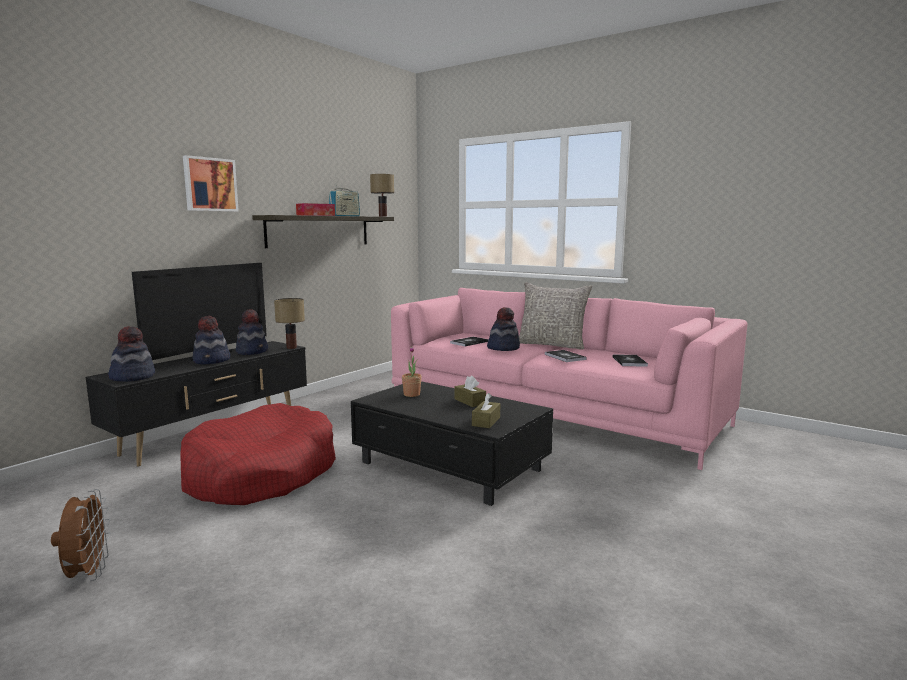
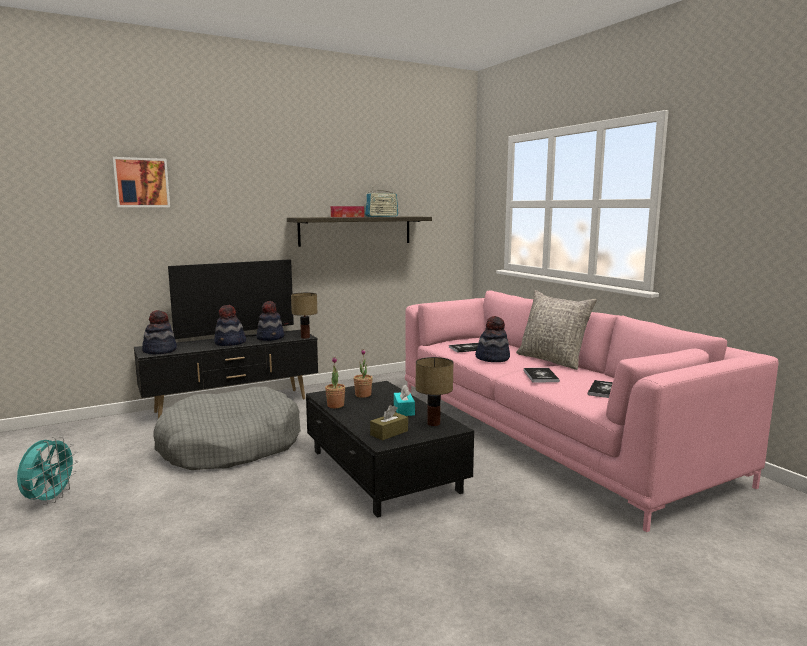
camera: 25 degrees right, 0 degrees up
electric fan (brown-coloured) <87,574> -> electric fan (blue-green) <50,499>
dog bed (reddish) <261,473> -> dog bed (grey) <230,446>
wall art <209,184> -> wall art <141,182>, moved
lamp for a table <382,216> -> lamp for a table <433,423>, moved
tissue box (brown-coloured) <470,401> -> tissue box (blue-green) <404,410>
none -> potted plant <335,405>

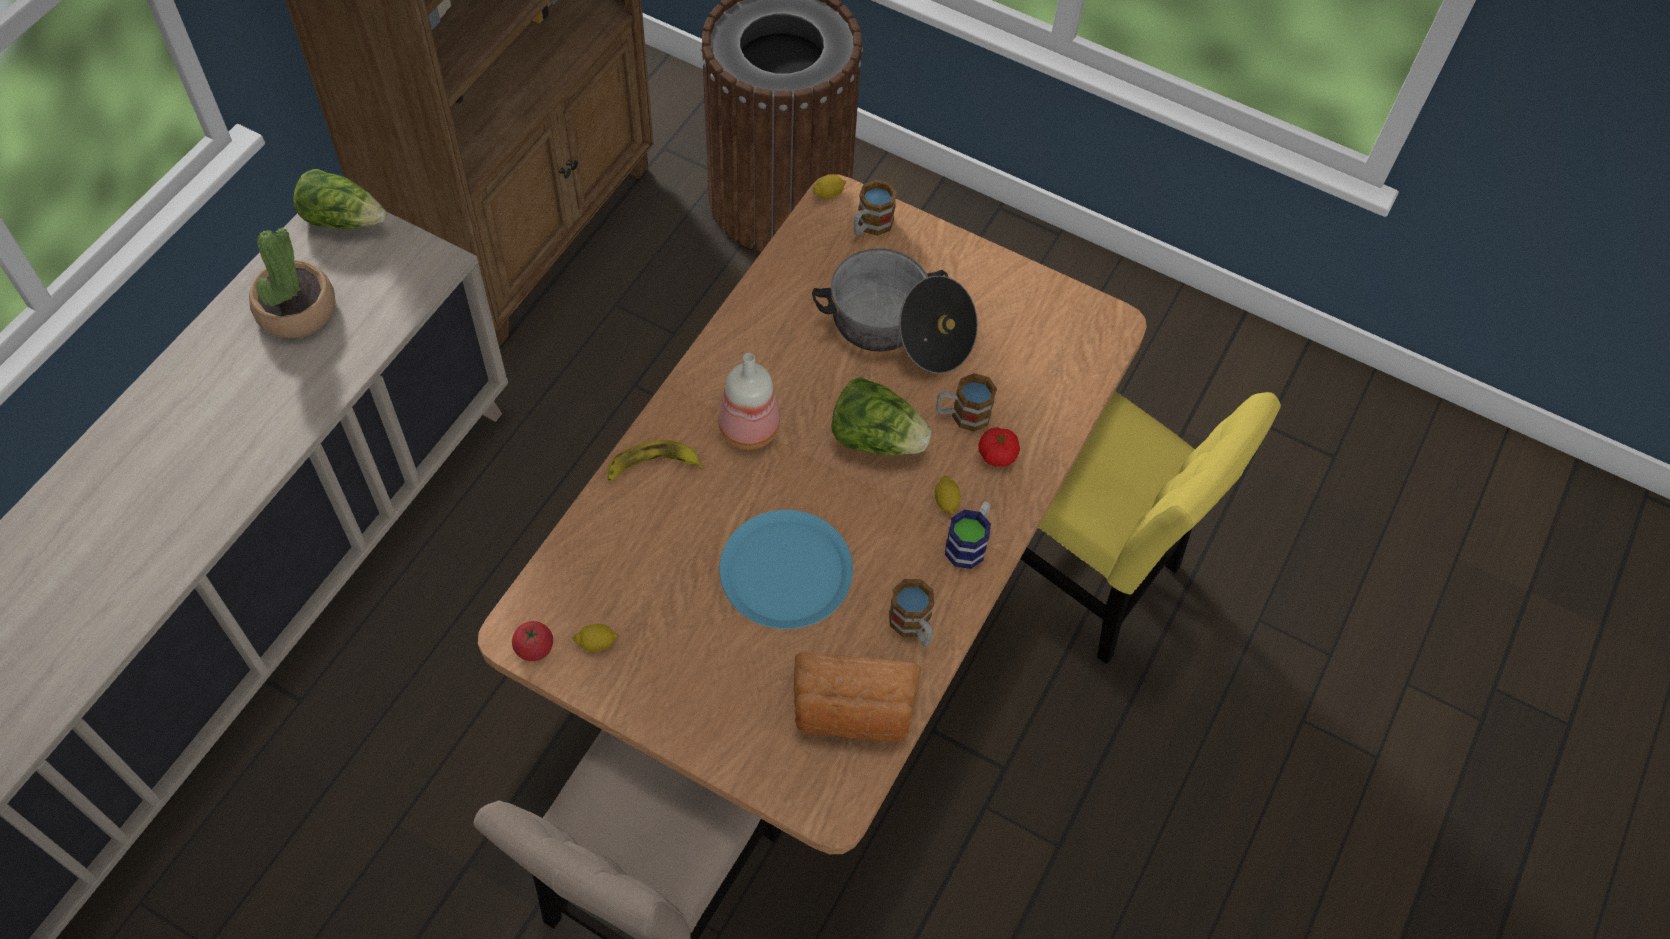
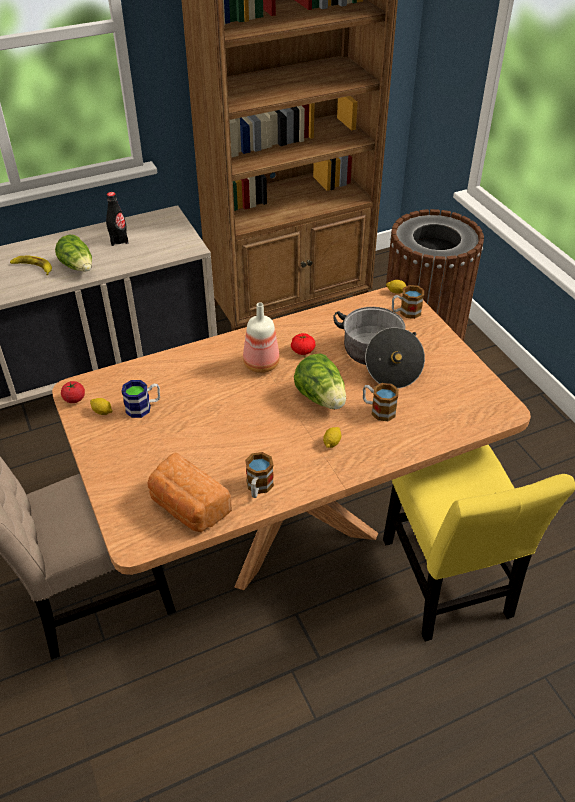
camera: 40 degrees right, 15 degrees down
potted plant <296,310> -> beverage bottle (black) <119,240>
head of lettuce <343,218> -> head of lettuce <78,266>, moved
banana fruit <652,466> -> banana fruit <33,267>, moved
flat dish (blue) <786,570> -> none
tea mug <969,543> -> tea mug <143,407>, moved
fresh tomato <997,455> -> fresh tomato <302,350>, moved

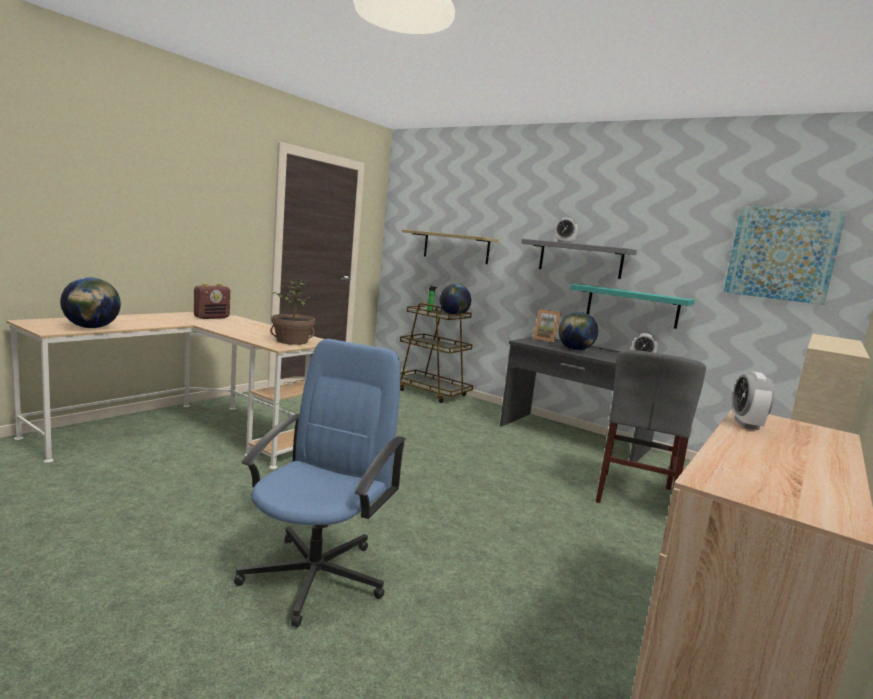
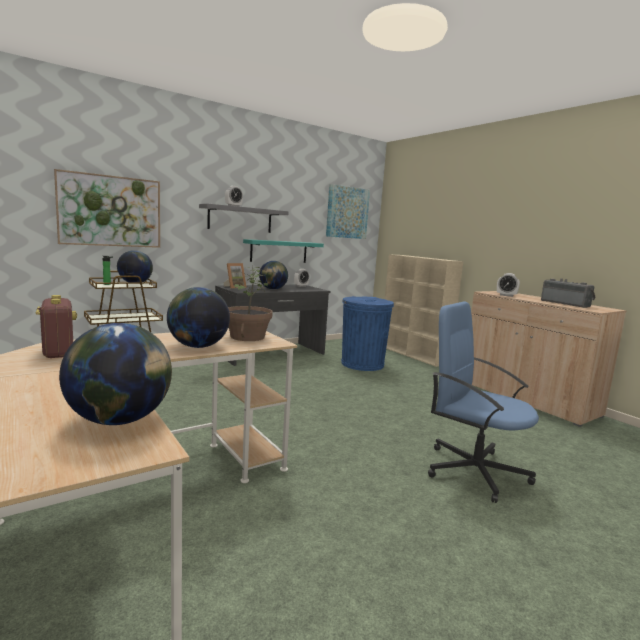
camera: 70 degrees left, 0 degrees up
shelf <456,247> -> wall art <110,211>
plain chair (grey) <634,495> -> waste bin (blue) <362,364>
none -> globe <198,346>
none -> radio set <566,304>

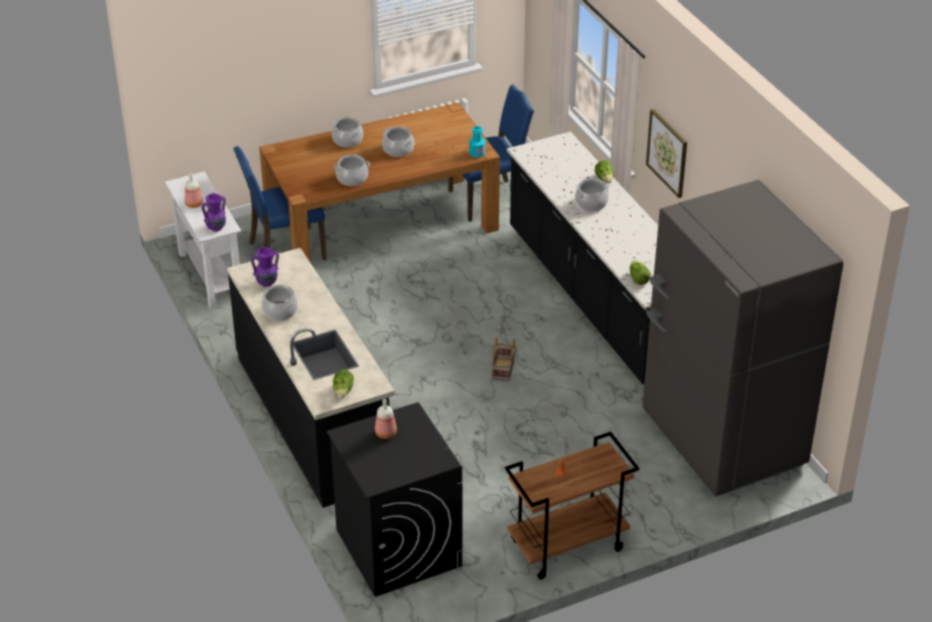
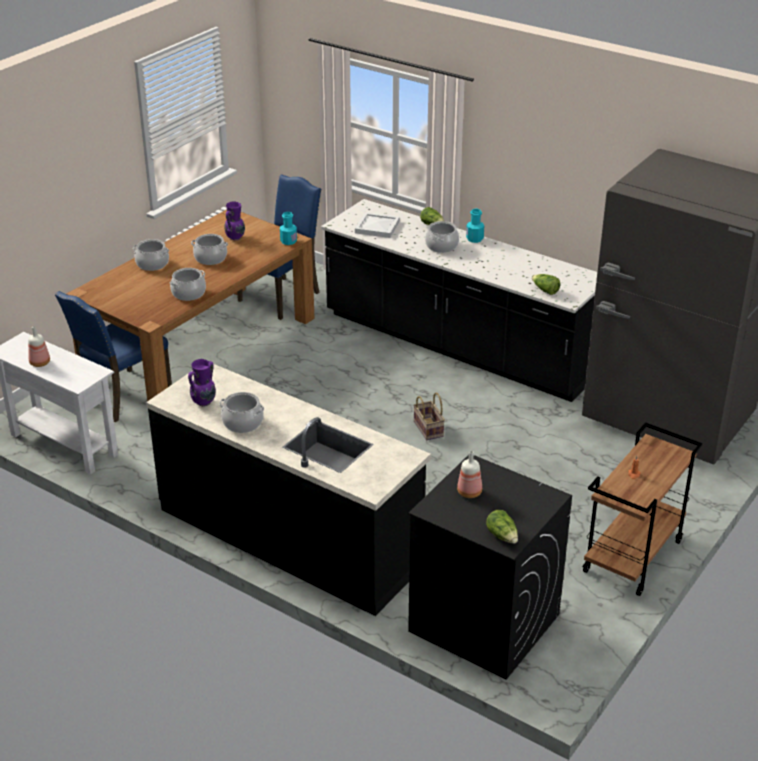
camera: 30 degrees left, 5 degrees down
decorative vase (purplish) <216,228> -> decorative vase (purplish) <235,238>, moved
head of lettuce <343,391> -> head of lettuce <502,536>, moved
wall art <667,153> -> none
none -> serving tray (white) <378,227>
none -> beverage bottle (blue-green) <474,239>

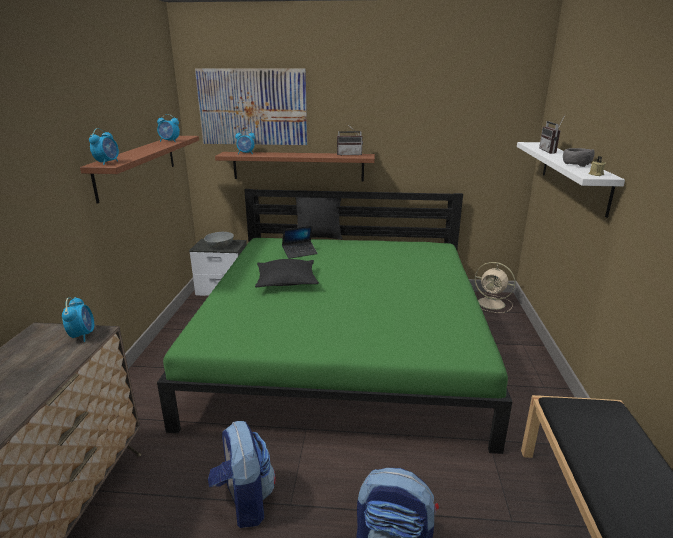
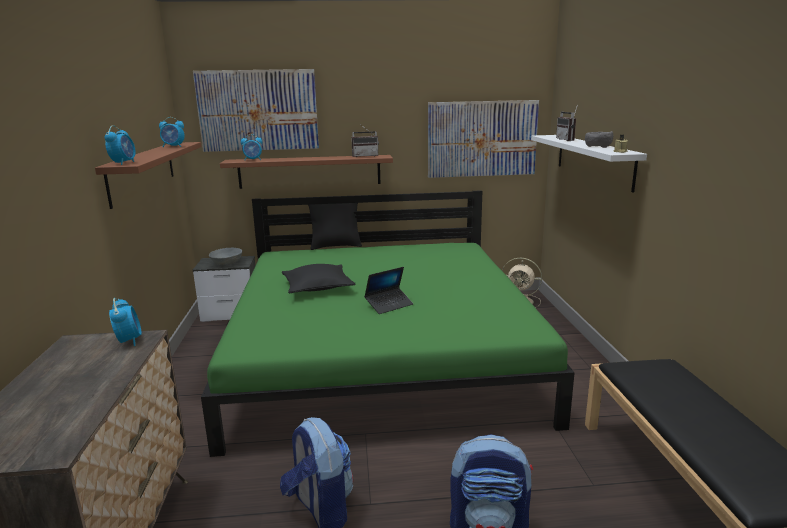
camera: 10 degrees left, 5 degrees down
laptop <300,253> -> laptop <389,305>, moved
none -> wall art <482,139>

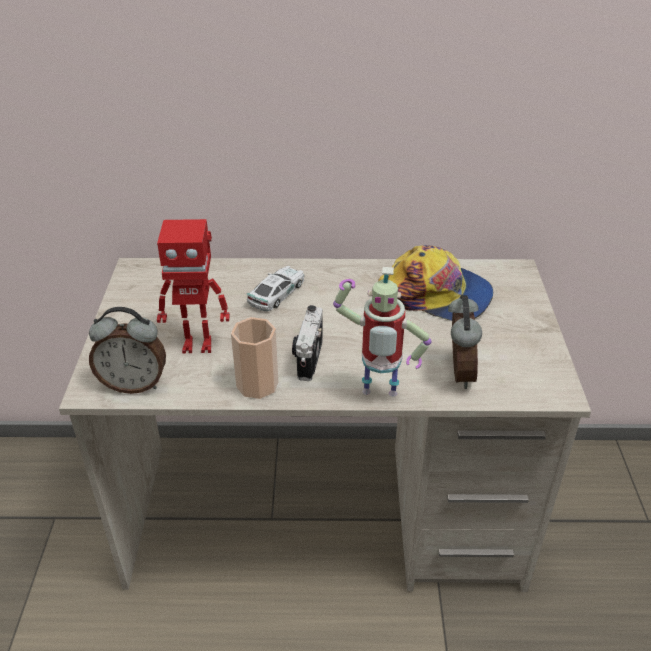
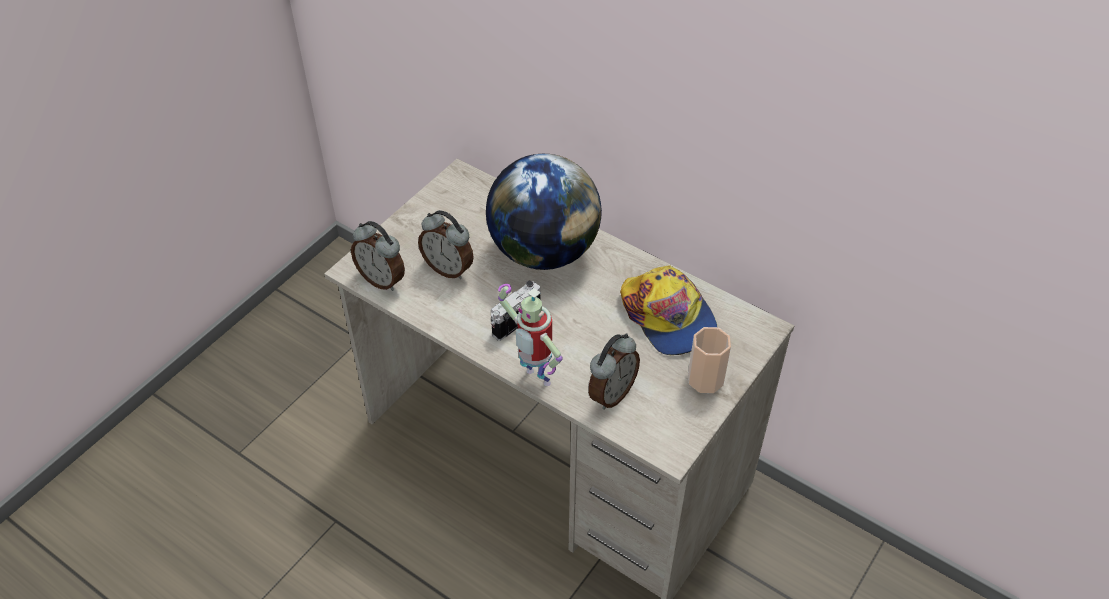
camera: 35 degrees right, 10 degrees up
model robot <198,344> -> table clock <449,268>
small cup <257,384> -> small cup <705,379>, moved
model car <277,293> -> globe <543,251>

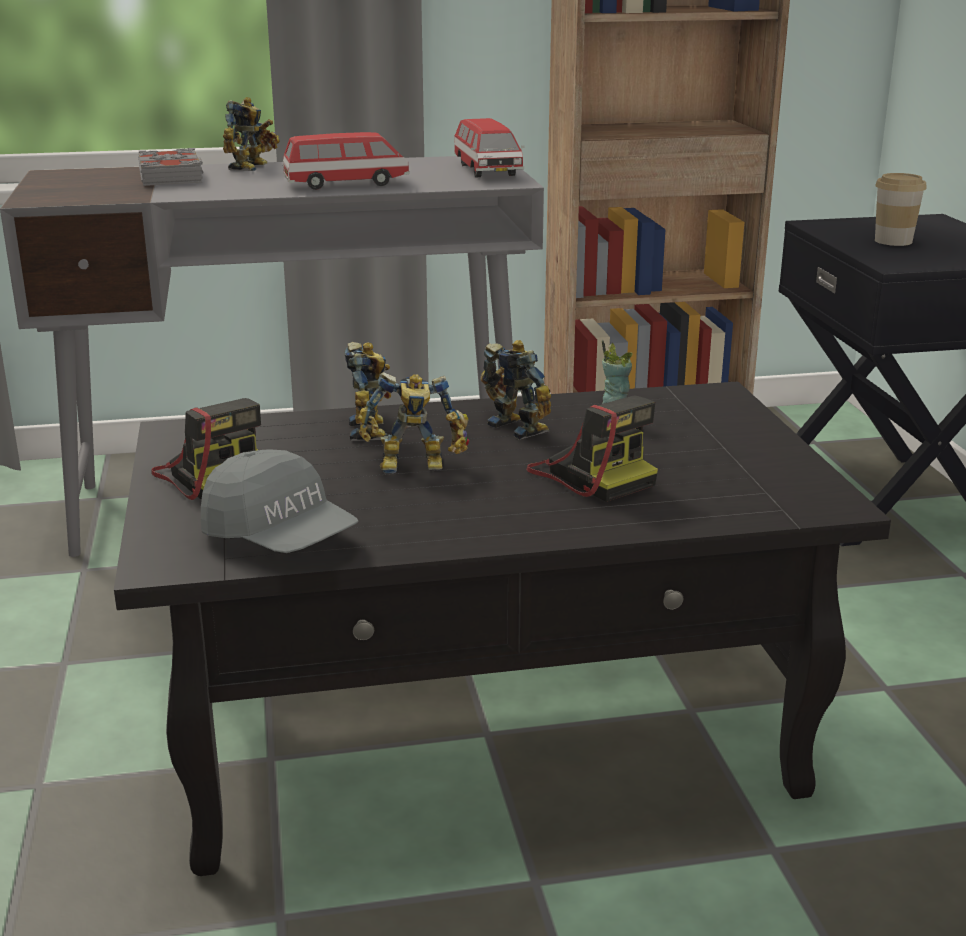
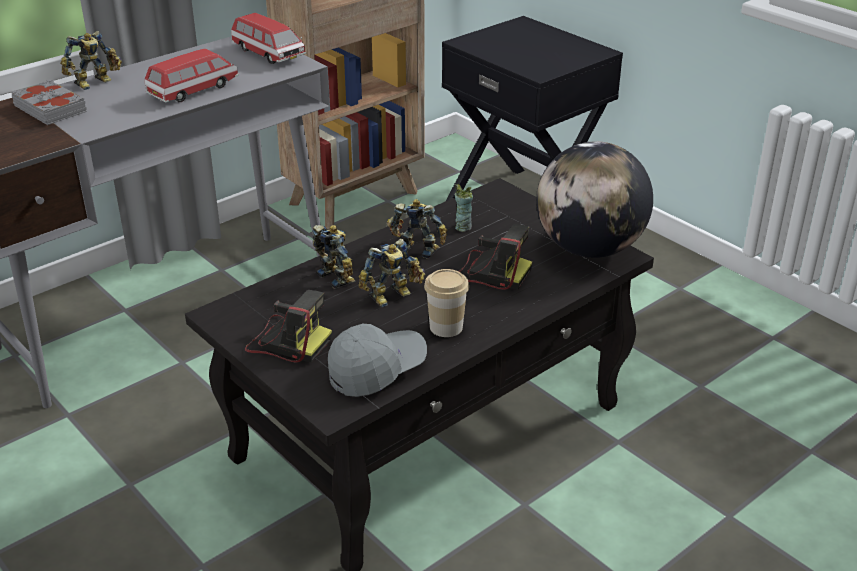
camera: 30 degrees left, 10 degrees up
peaked cap (grey) <280,538> -> peaked cap (grey) <377,371>, 45 degrees counterclockwise
model robot <252,167> -> model robot <95,83>, 60 degrees clockwise
small cup <893,241> -> small cup <446,327>, moved
none -> globe <589,249>

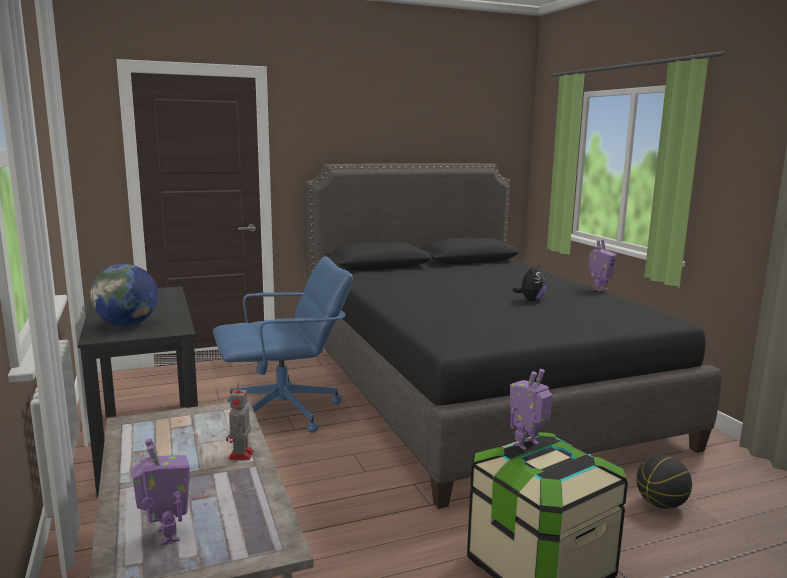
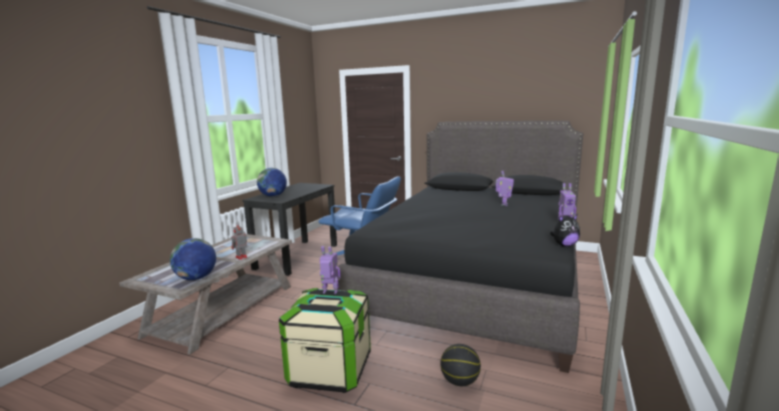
camera: 45 degrees right, 0 degrees up
model robot <166,535> -> model robot <503,204>, moved
plush toy <531,300> -> plush toy <564,245>, moved
none -> globe <196,278>

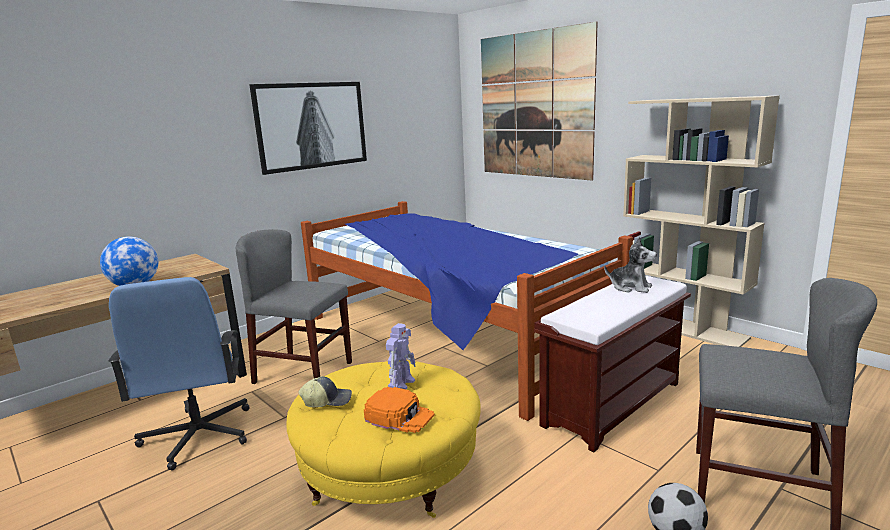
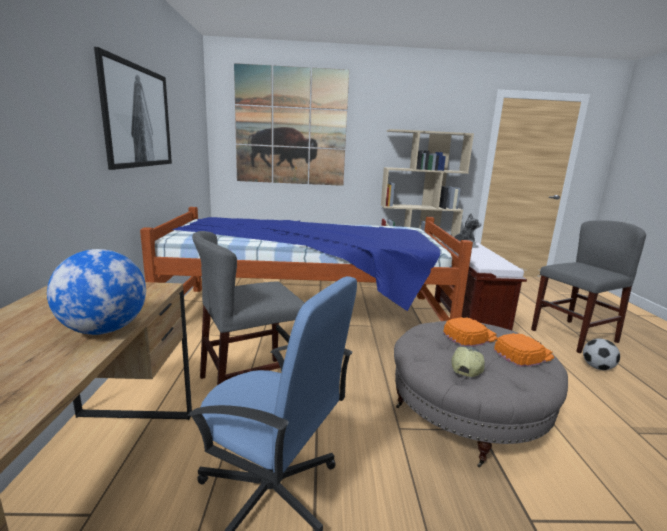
camera: 50 degrees left, 0 degrees up
pouffe (yellowish) <390,472> -> pouffe (grey) <466,415>
model robot <402,383> -> peaked cap (orangey) <470,336>

